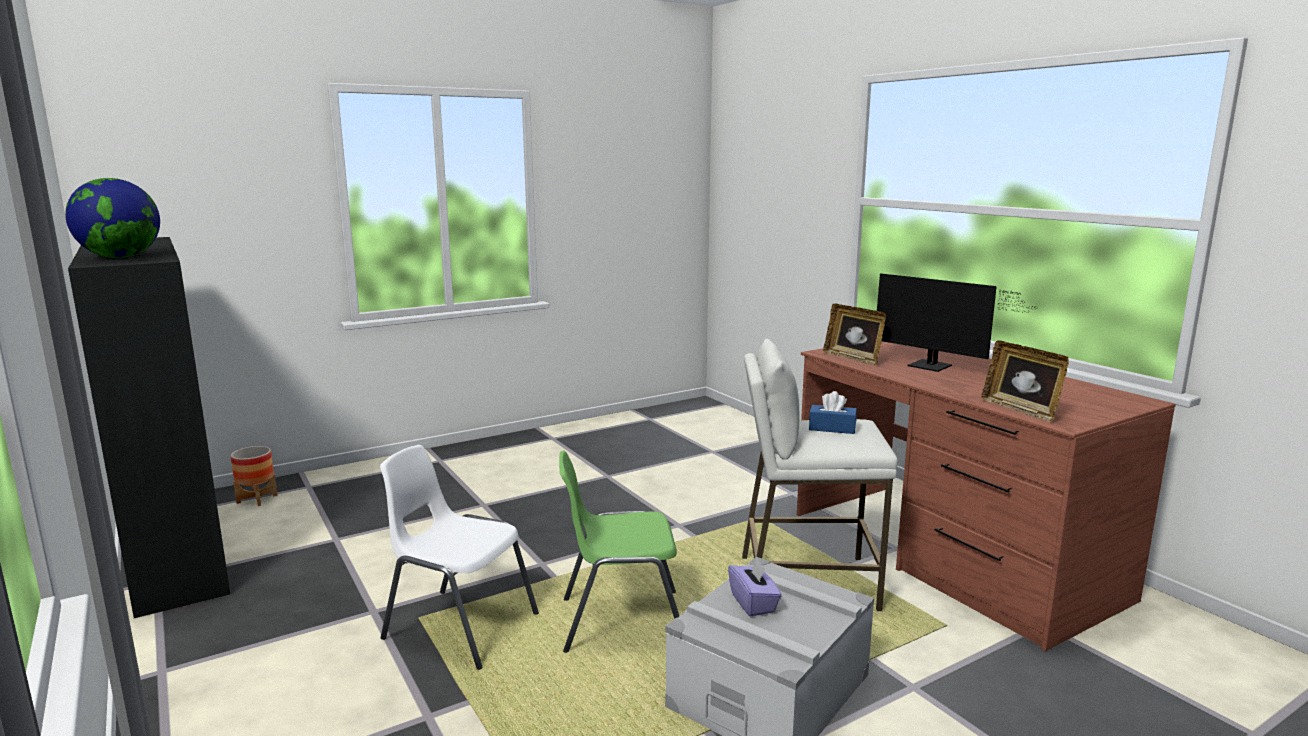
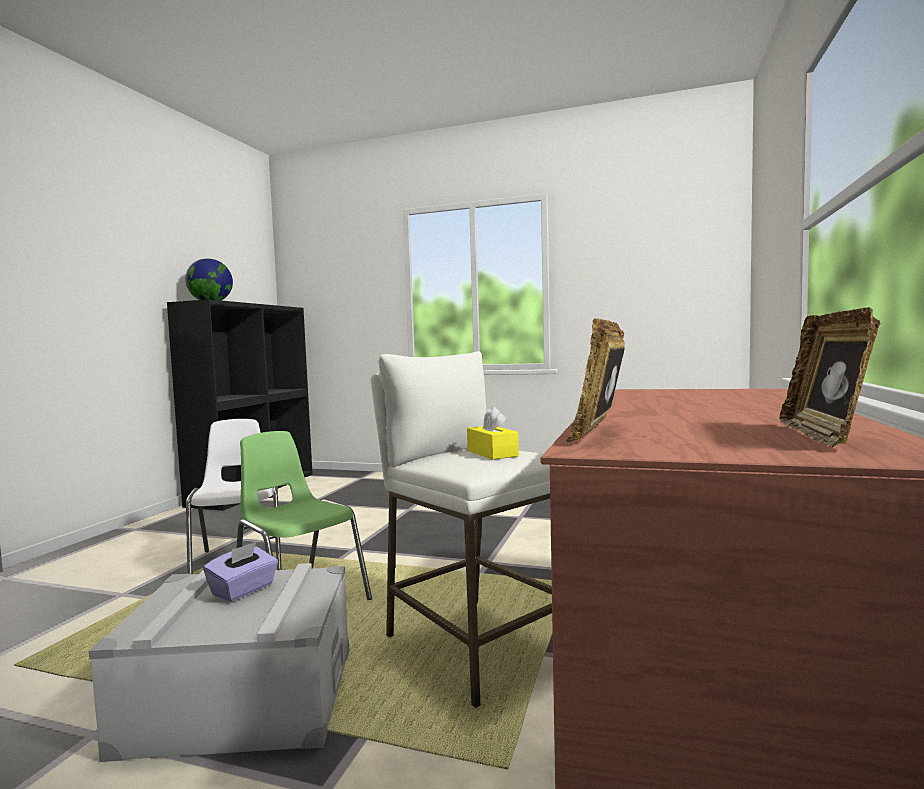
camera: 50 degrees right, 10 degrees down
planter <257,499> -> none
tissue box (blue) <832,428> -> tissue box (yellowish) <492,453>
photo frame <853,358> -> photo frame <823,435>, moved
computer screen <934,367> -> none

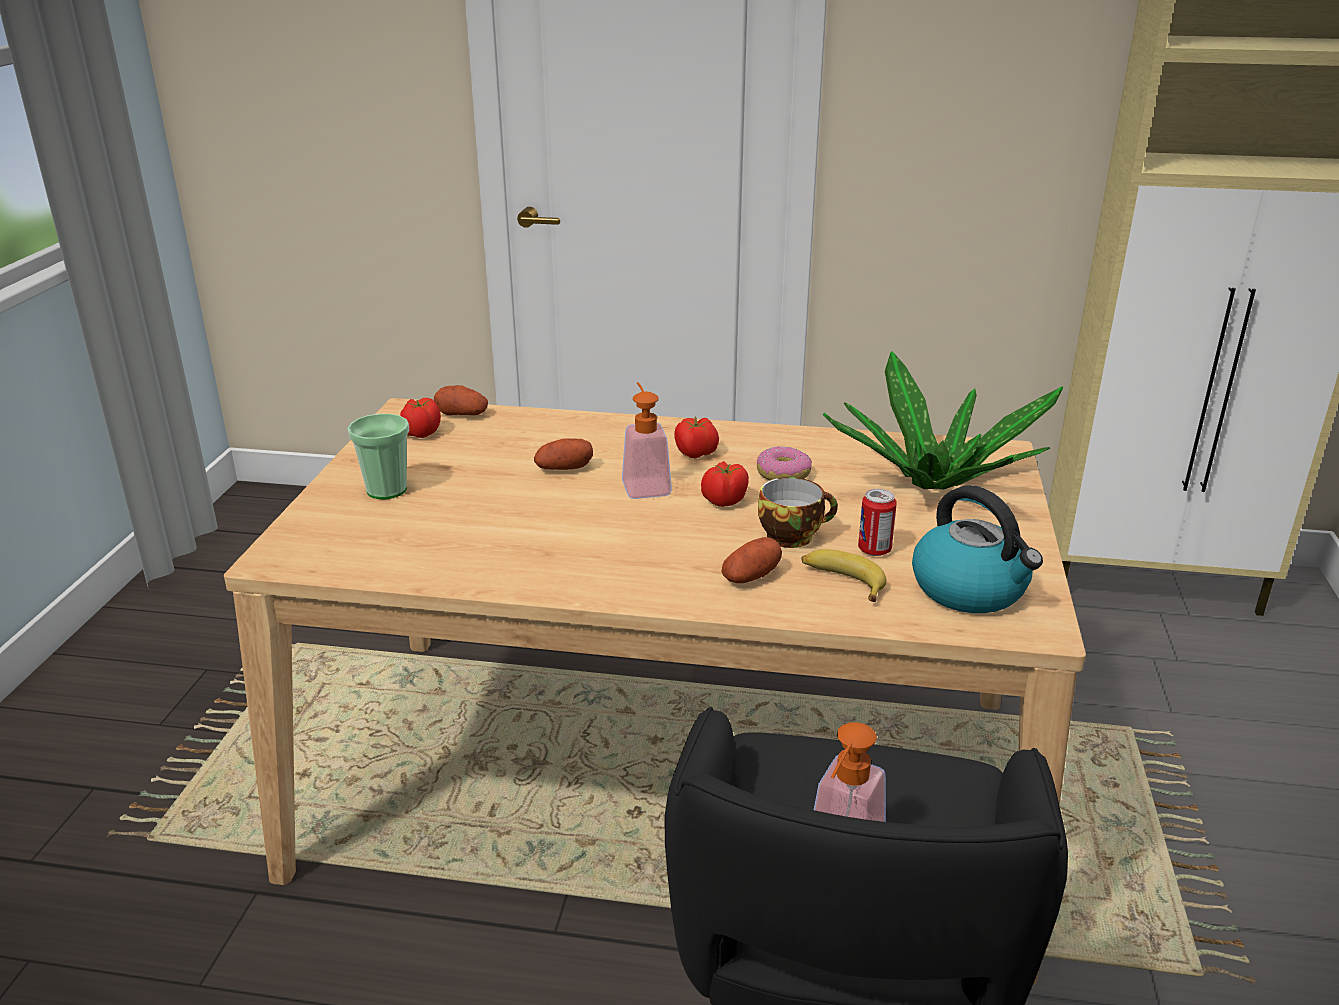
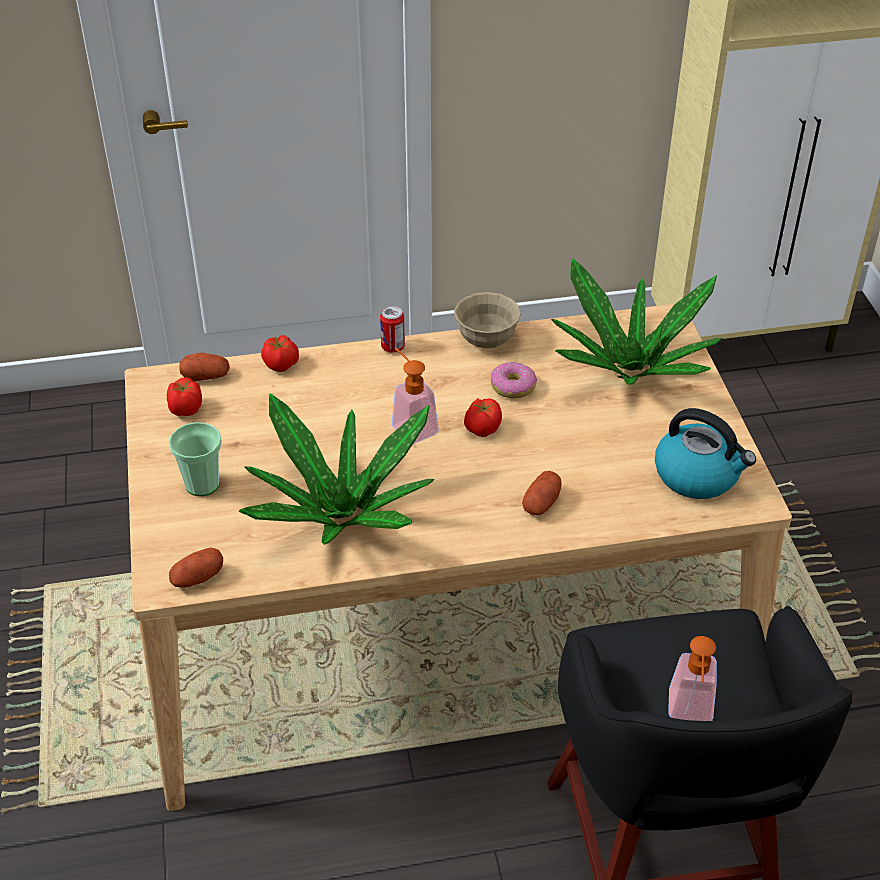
camera: 20 degrees left, 15 degrees up
spud <564,468> -> spud <197,578>, moved
fresh tomato <696,453> -> fresh tomato <281,365>, moved
small cup <792,535> -> none
banana fruit <842,581> -> none
can <874,550> -> can <393,347>, moved
none -> potted plant <341,513>
none -> bowl (sand-coloured) <486,341>

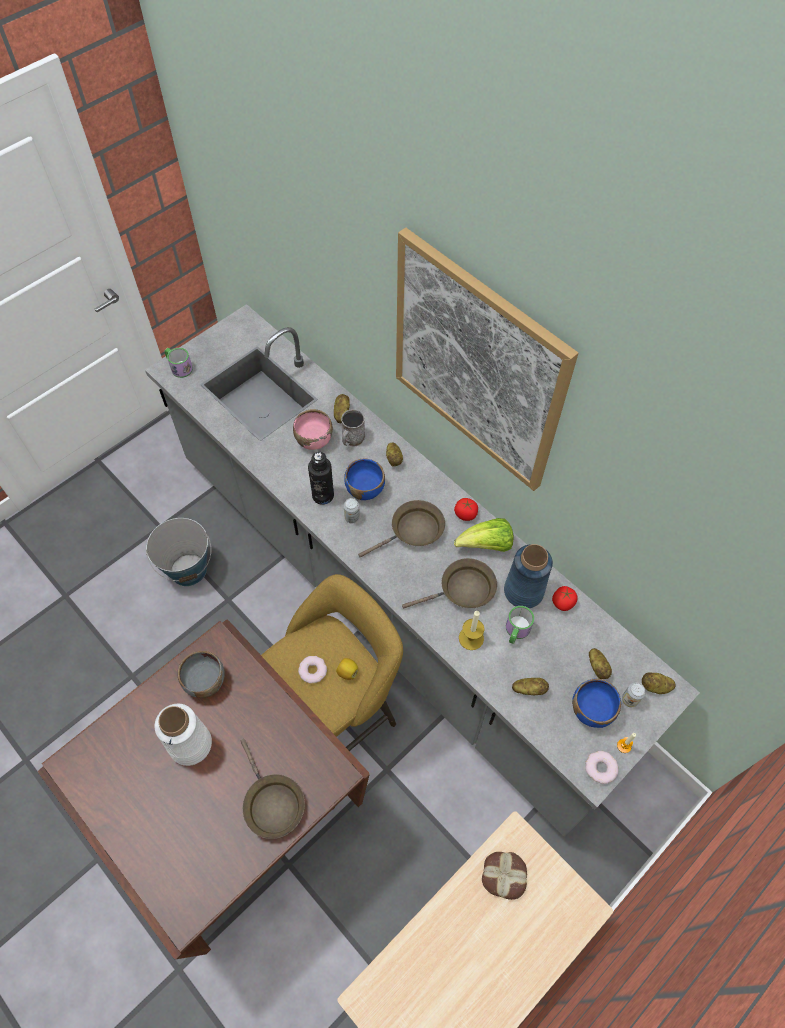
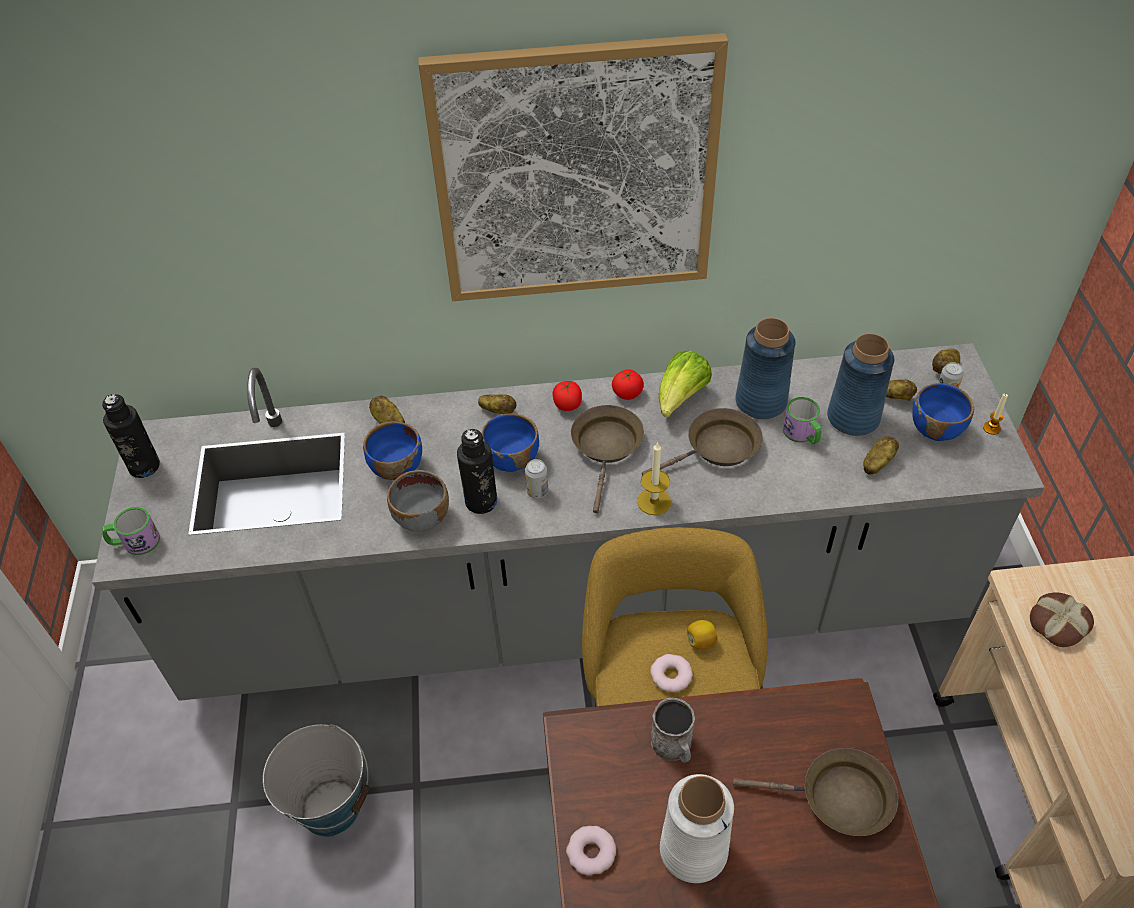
camera: 50 degrees left, 10 degrees down
bowl (grey) <205,682> -> bowl (grey) <421,518>, moved
bowl (pink-coloured) <314,439> -> bowl (blue) <396,467>
tea mug (grey) <352,439> -> tea mug (grey) <674,747>, moved
skillet (brown-coloured) <463,590> -> skillet (brown-coloured) <717,448>, 45 degrees clockwise
candle <471,638> -> candle <654,501>, moved
fresh tomato <563,602> -> fresh tomato <567,405>, moved
doughnut <600,768> -> doughnut <591,853>, moved
none -> beverage bottle (black) <144,466>
none -> decorative vase (blue) <853,418>

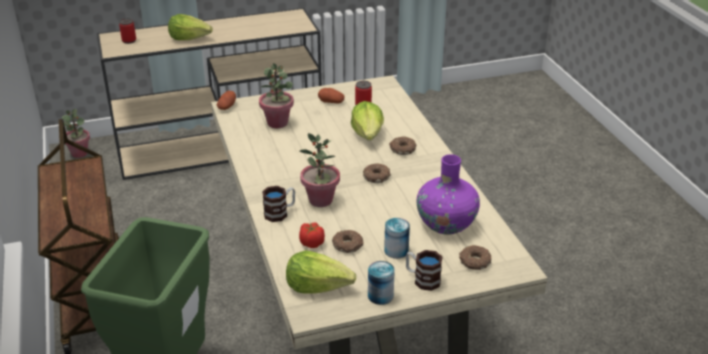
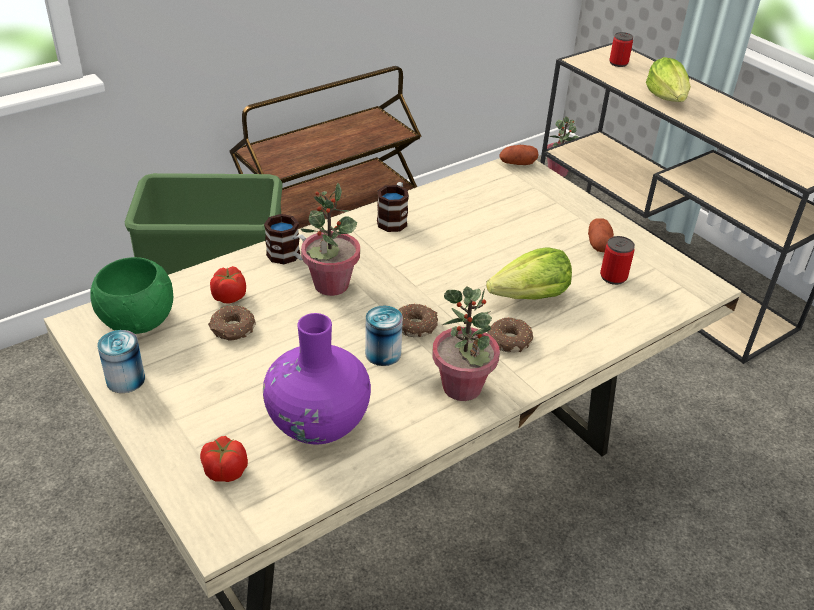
camera: 70 degrees right, 5 degrees up
potted plant <277,123> -> potted plant <462,387>, moved
head of lettuce <318,286> -> bowl (greenish) <137,320>
can <396,250> -> can <383,353>, moved
tea mug <422,279> -> tea mug <394,219>, moved
doughnut <474,262> -> fresh tomato <225,471>

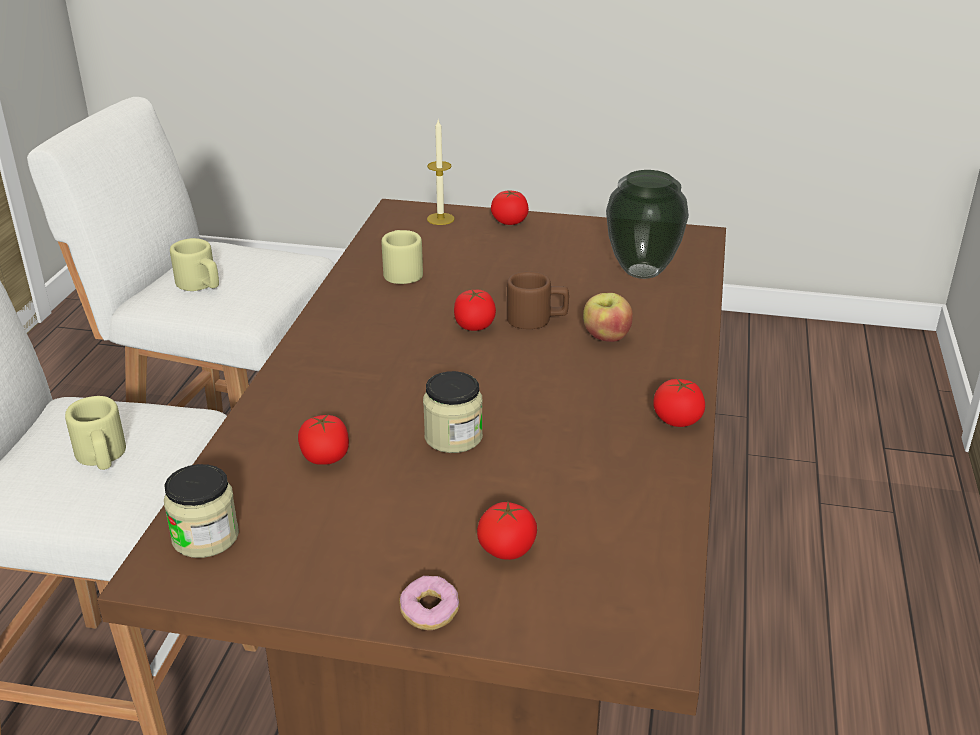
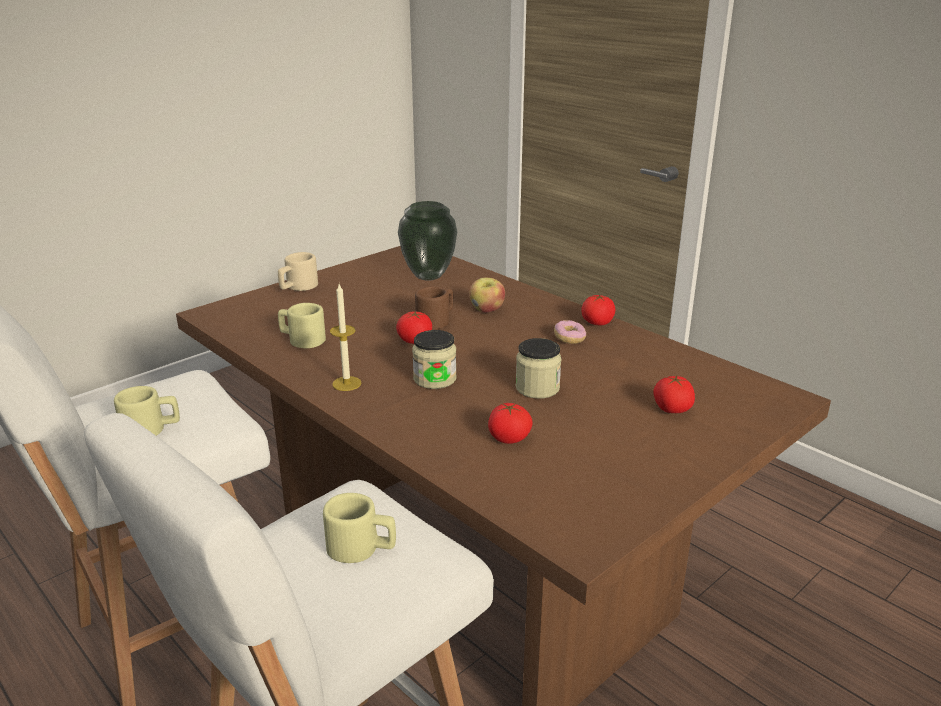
camera: 55 degrees left, 5 degrees down
jar <205,537> -> jar <435,379>, moved
doughnut <429,613> -> doughnut <569,338>, moved
candle <440,219> -> candle <346,383>, moved
fresh tomato <509,222> -> tea mug (sand-coloured) <297,287>

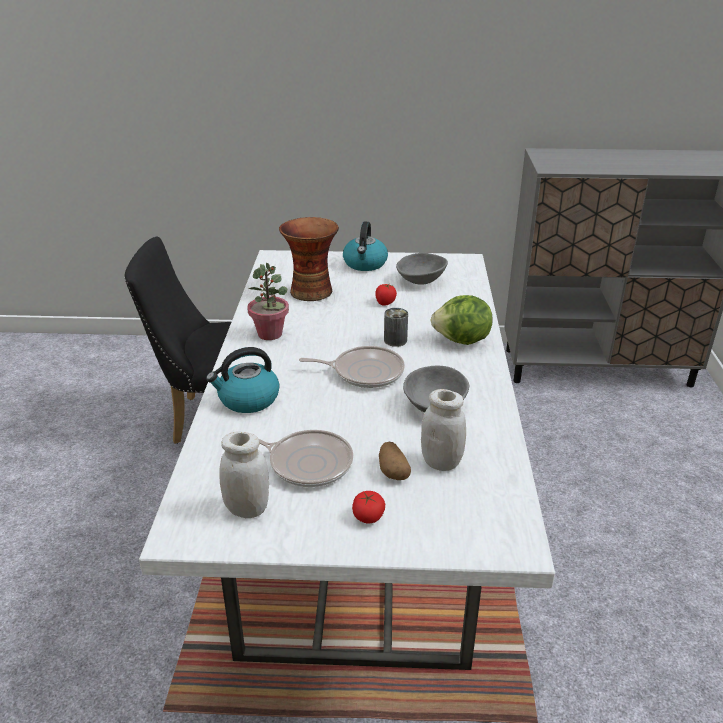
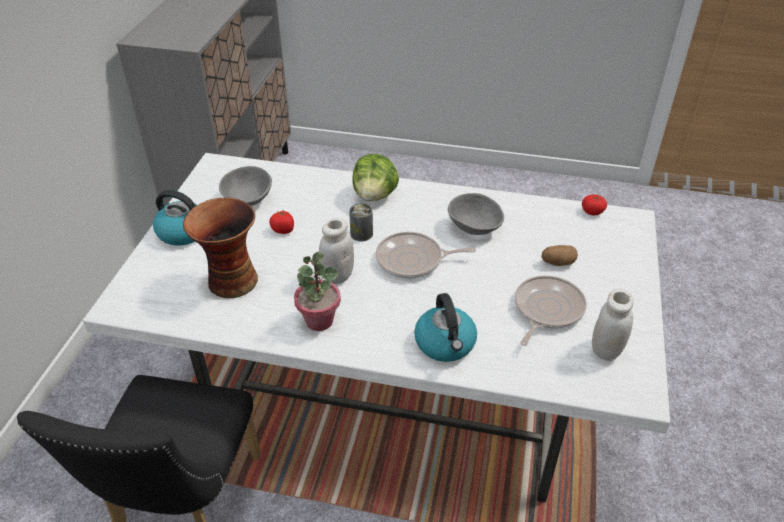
camera: 80 degrees left, 10 degrees up
skillet <364,372> -> skillet <413,260>, 105 degrees counterclockwise
fresh tomato <368,516> -> fresh tomato <592,211>, moved
jar (white) <441,462> -> jar (white) <337,276>, moved

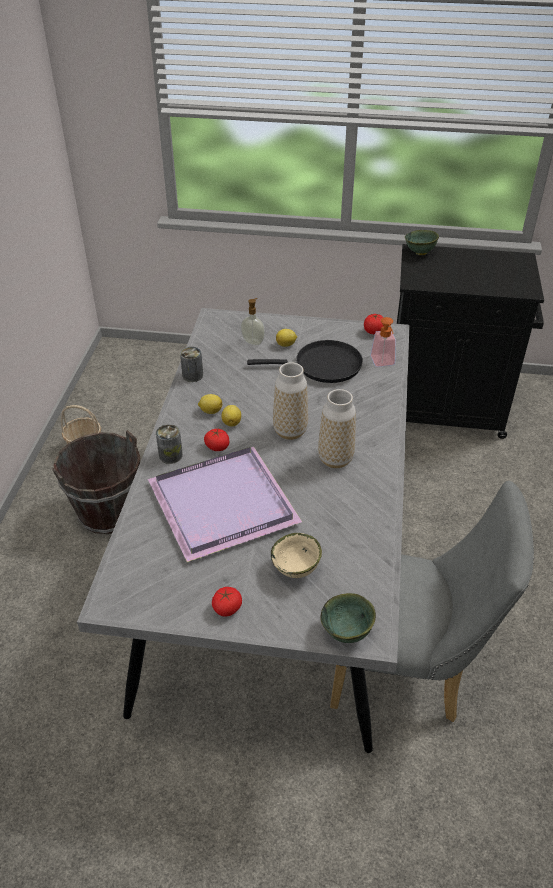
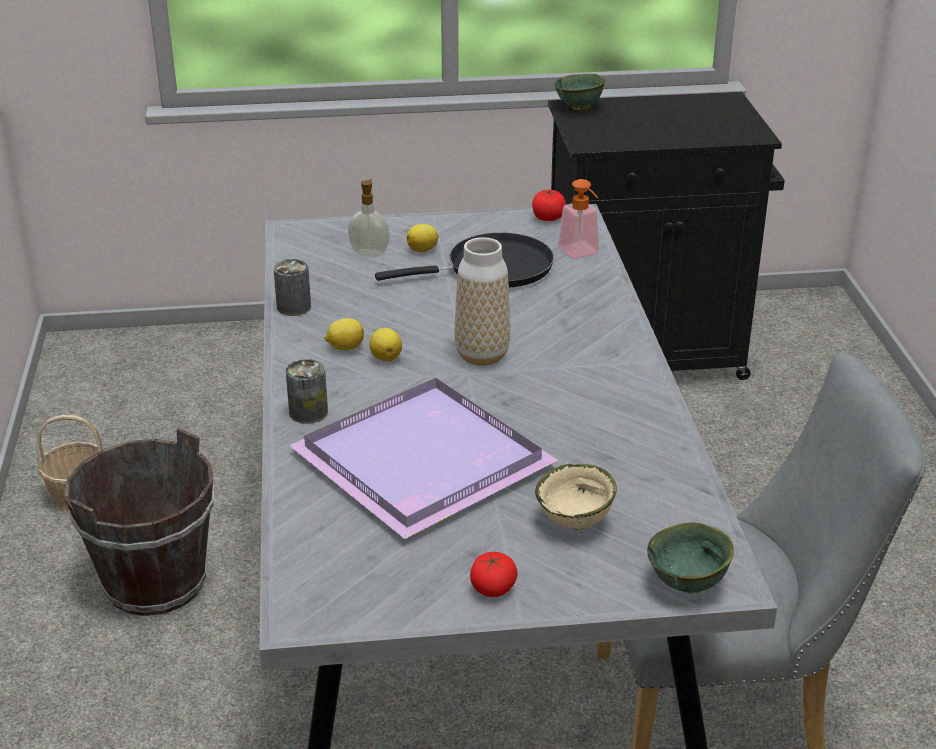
camera: 15 degrees left, 10 degrees down
fresh tomato <217,446> -> none
decorative vase <335,459> -> none

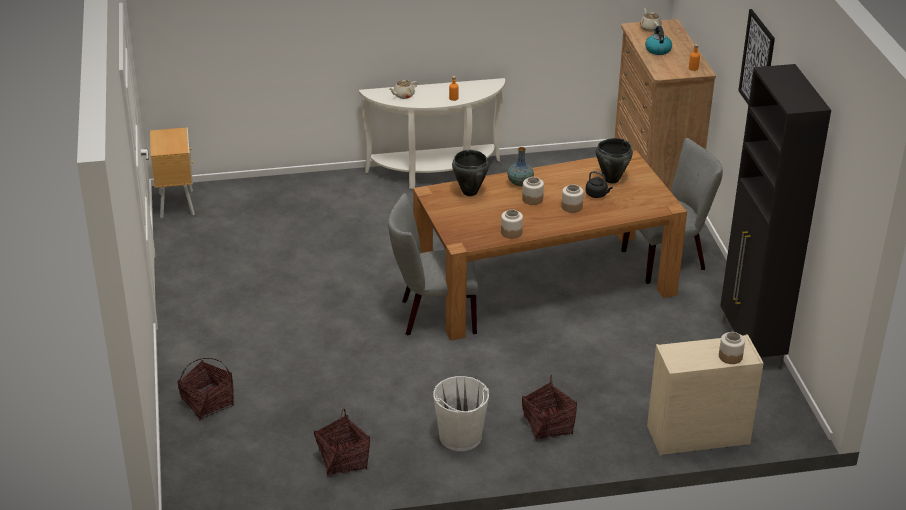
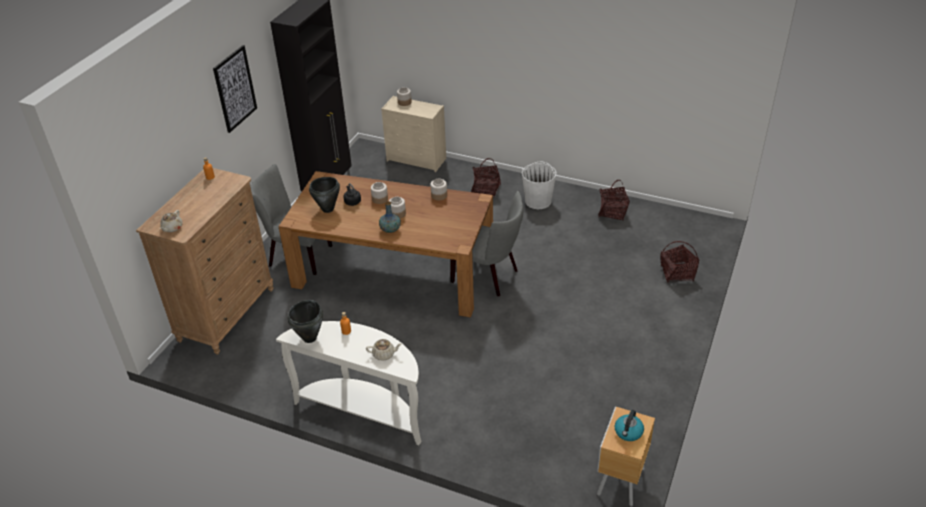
camera: 145 degrees left, 5 degrees up
saucepot (black) <469,192> -> saucepot (black) <310,338>, moved
water kettle <657,50> -> water kettle <628,432>, moved

